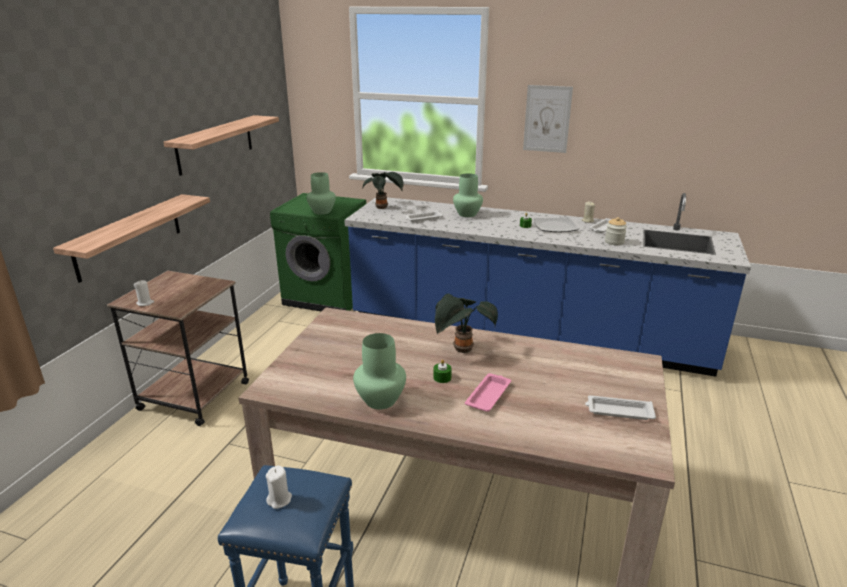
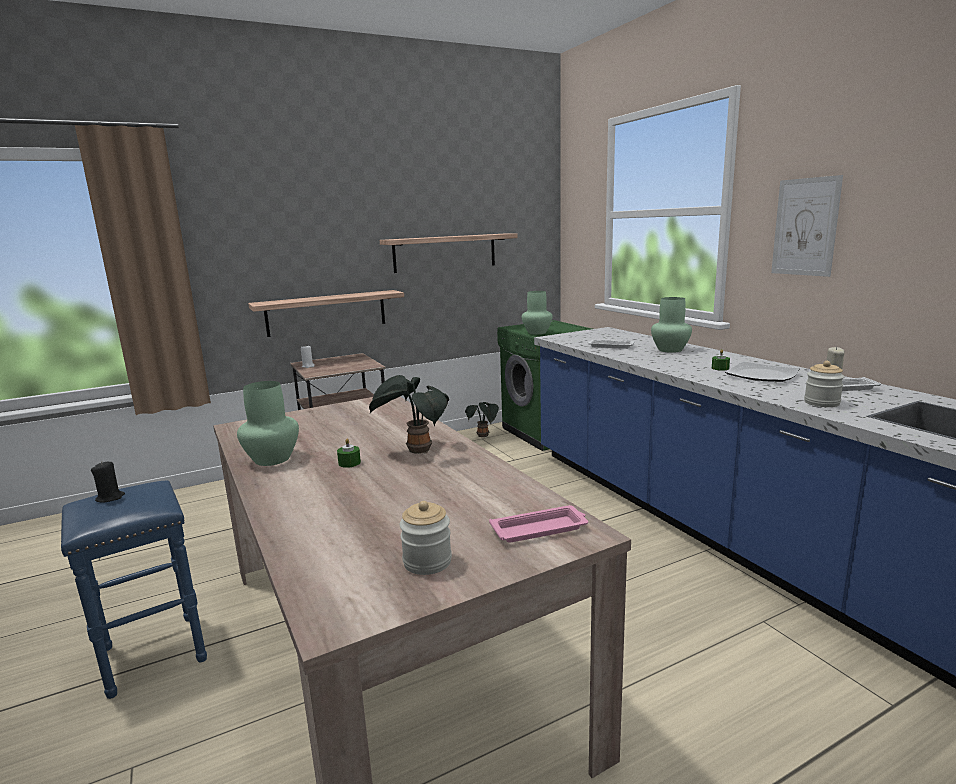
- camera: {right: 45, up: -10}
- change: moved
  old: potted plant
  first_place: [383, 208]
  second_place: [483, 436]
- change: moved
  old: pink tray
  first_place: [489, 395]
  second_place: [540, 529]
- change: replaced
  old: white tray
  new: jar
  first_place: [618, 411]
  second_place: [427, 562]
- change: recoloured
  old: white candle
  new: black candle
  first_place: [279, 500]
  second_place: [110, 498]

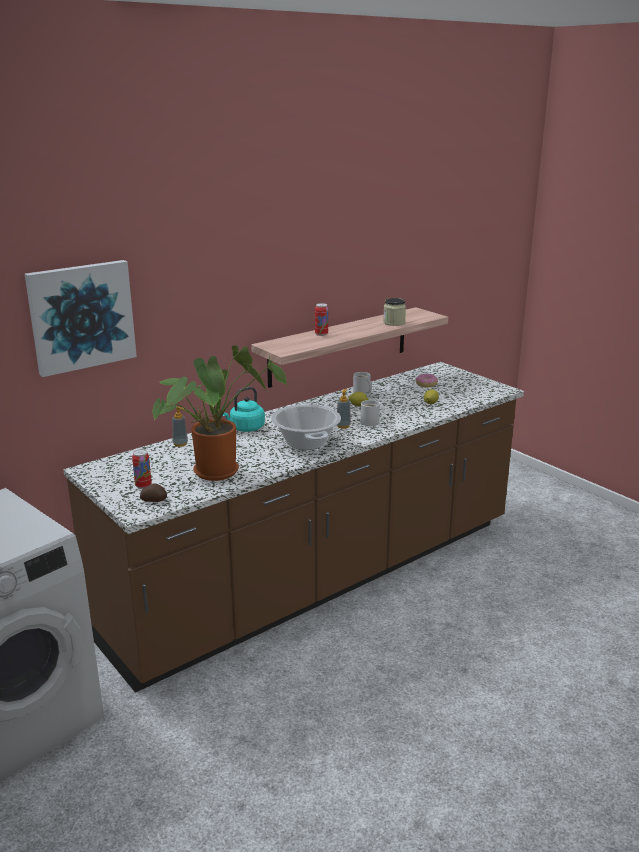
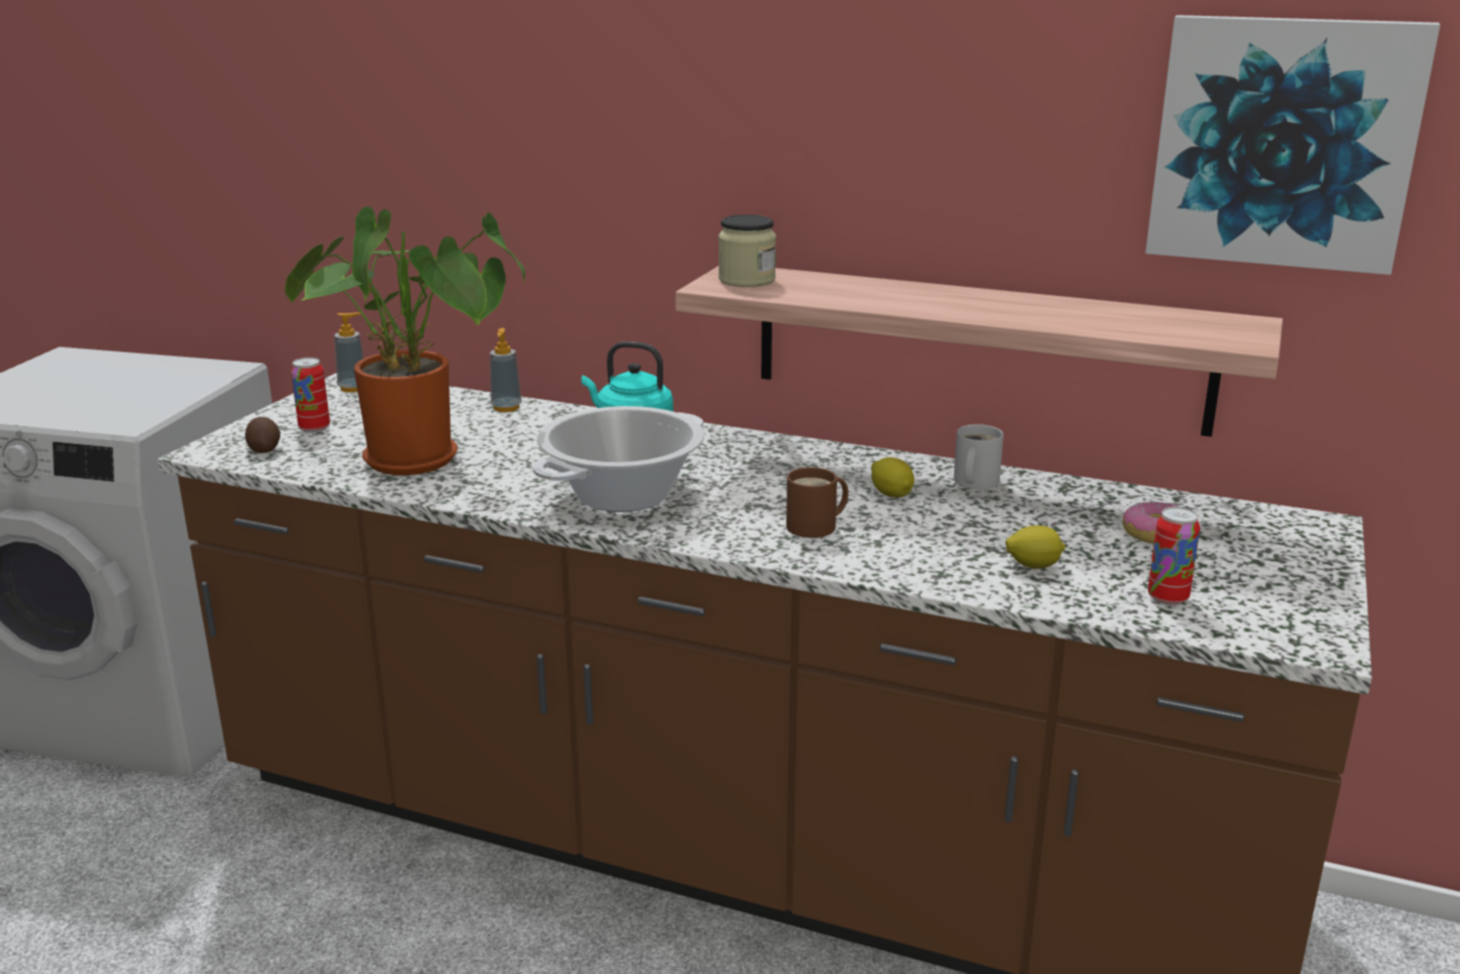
- camera: {right: 60, up: 0}
- change: moved
  old: picture
  first_place: [81, 316]
  second_place: [1283, 143]
- change: moved
  old: jar
  first_place: [394, 323]
  second_place: [747, 280]
- change: moved
  old: can
  first_place: [321, 334]
  second_place: [1167, 598]
- change: moved
  old: soap dispenser
  first_place: [343, 426]
  second_place: [353, 388]
- change: recoloured
  old: white mug
  new: brown mug
  first_place: [370, 421]
  second_place: [816, 527]

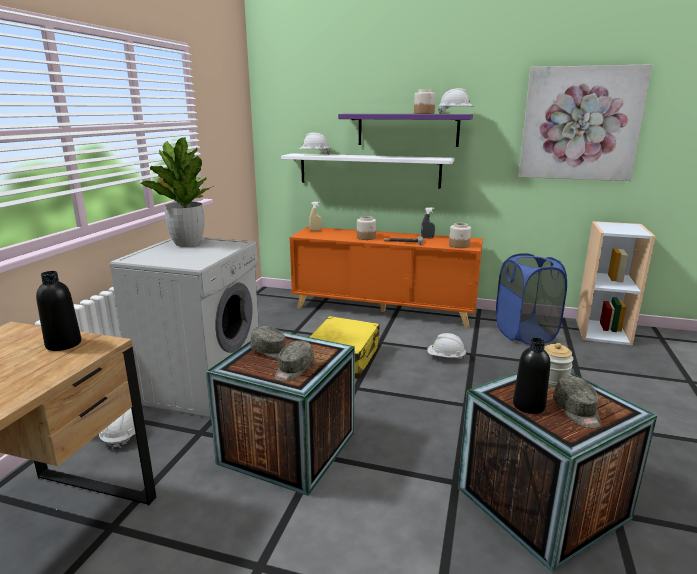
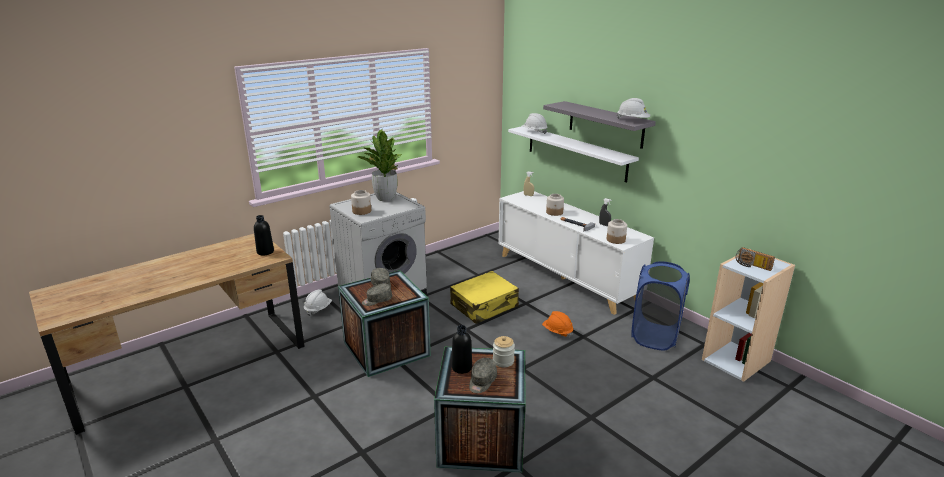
- camera: {right: 35, up: 5}
- change: removed
  old: picture
  first_place: [580, 124]
- change: moved
  old: jar
  first_place: [424, 113]
  second_place: [362, 211]
- change: recoloured
  old: purple shelf
  new: grey shelf
  first_place: [407, 130]
  second_place: [605, 124]
- change: recoloured
  old: orange cabinet
  new: white cabinet
  first_place: [384, 309]
  second_place: [566, 277]
- change: recoloured
  old: white hard hat
  new: orange hard hat
  first_place: [445, 358]
  second_place: [557, 331]
- change: added
  new: radio
  second_place: [752, 266]

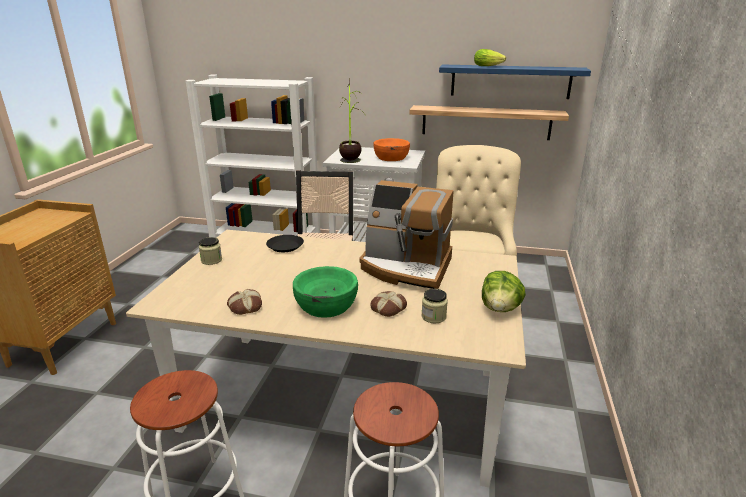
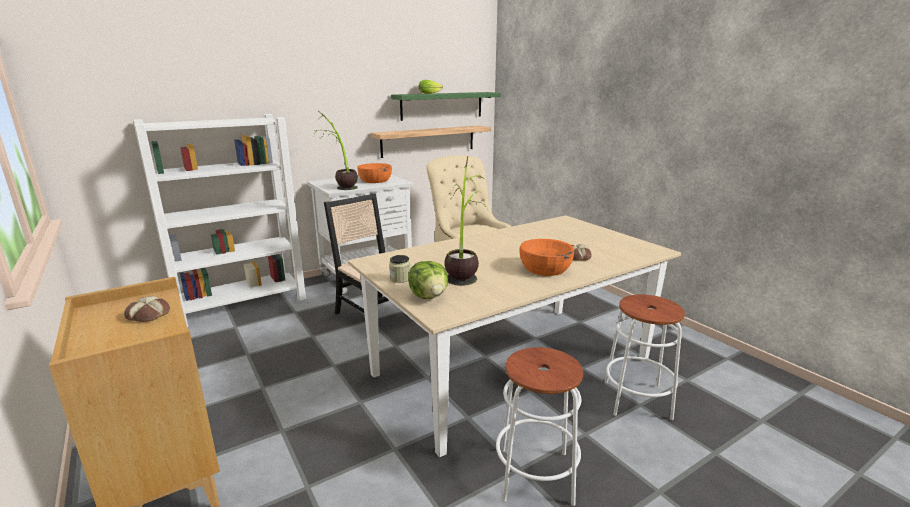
- camera: {right: -45, up: -5}
- change: recoloured
  old: blue shelf
  new: green shelf
  first_place: [510, 81]
  second_place: [442, 105]
- change: removed
  old: coffee machine
  first_place: [406, 268]
- change: removed
  old: black plate
  first_place: [285, 246]
- change: recoloured
  old: green bowl
  new: orange bowl
  first_place: [326, 305]
  second_place: [545, 268]
- change: moved
  old: lettuce
  first_place: [500, 309]
  second_place: [429, 296]
- change: moved
  old: bread
  first_place: [245, 306]
  second_place: [147, 315]
- change: removed
  old: jar
  first_place: [433, 317]
- change: added
  new: potted plant
  second_place: [464, 271]

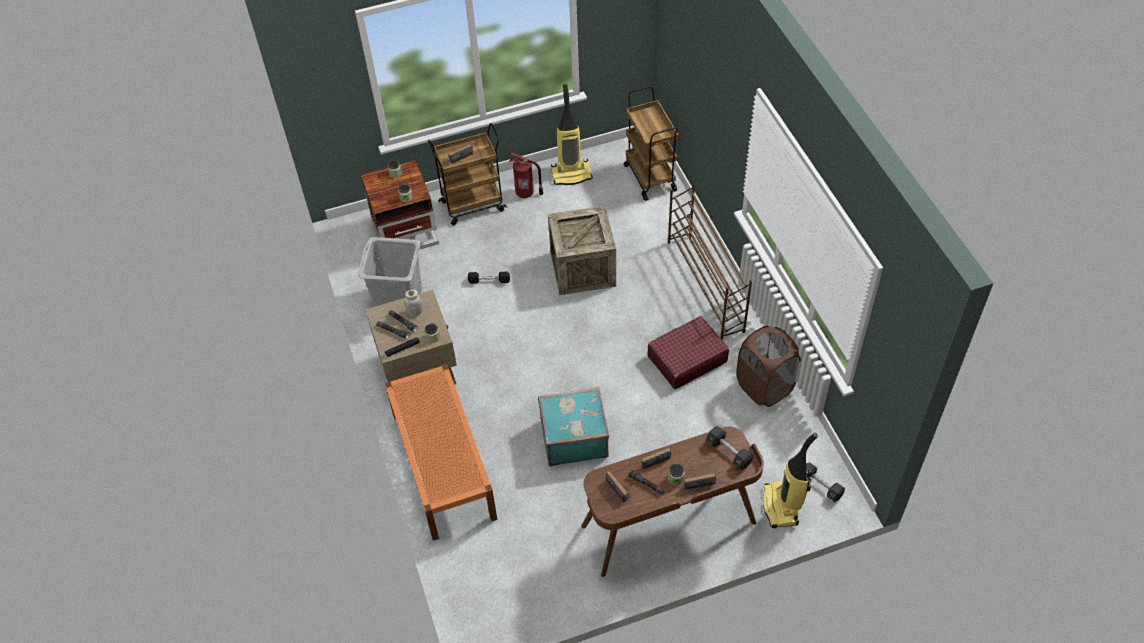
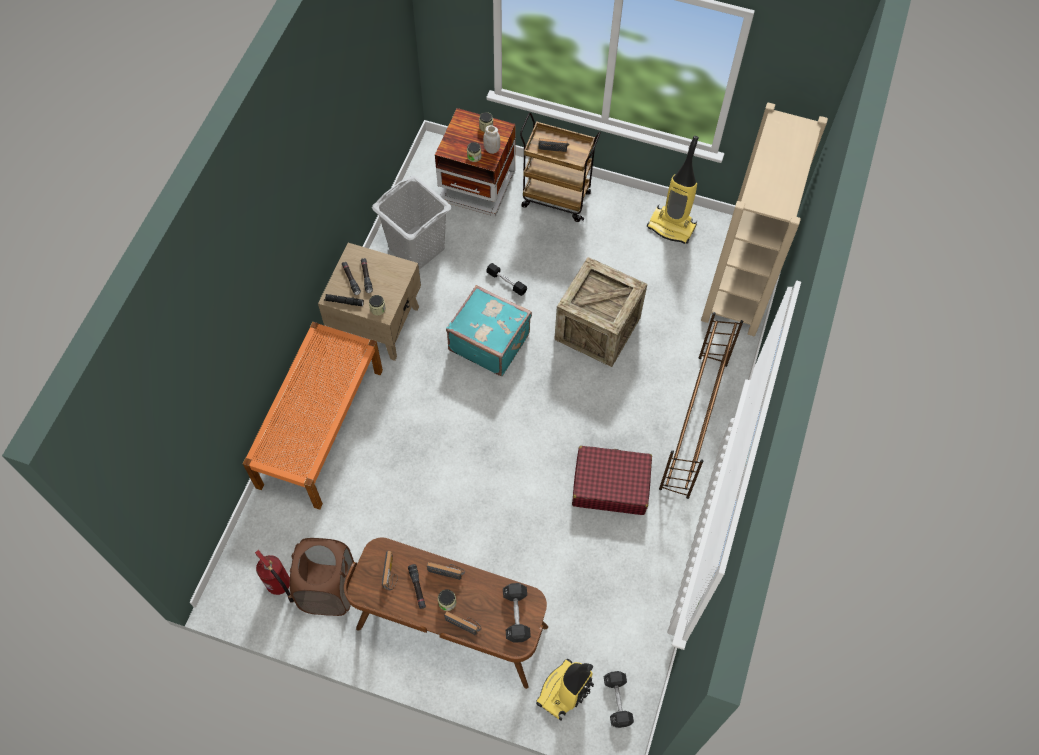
- camera: {right: 35, up: 10}
- change: replaced
  old: brown cart
  new: beige bookcase
  first_place: [650, 178]
  second_place: [742, 280]
- change: moved
  old: fire extinguisher
  first_place: [526, 193]
  second_place: [279, 585]
- change: moved
  old: white jar
  first_place: [415, 312]
  second_place: [492, 149]
- change: moved
  old: brown laundry basket
  first_place: [764, 386]
  second_place: [329, 590]
- change: moved
  old: turquoise suitcase
  first_place: [573, 438]
  second_place: [489, 341]

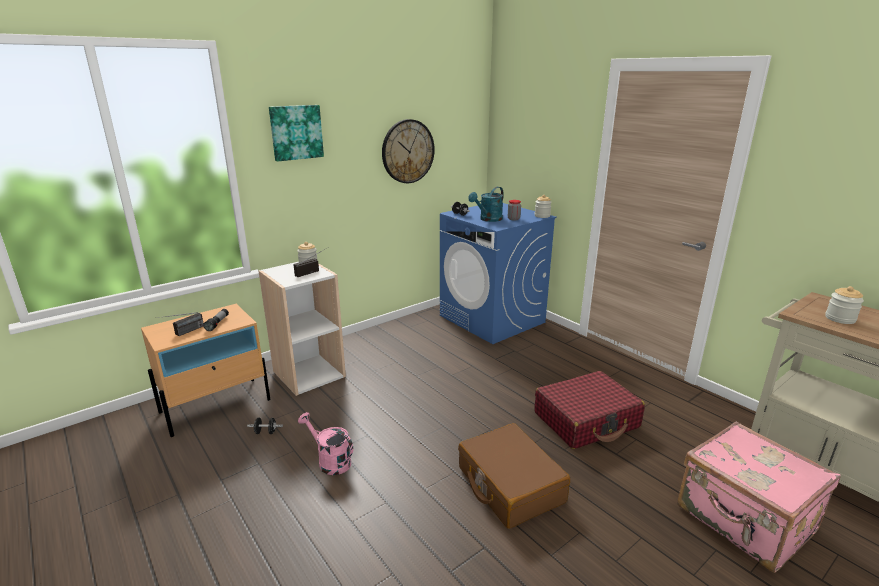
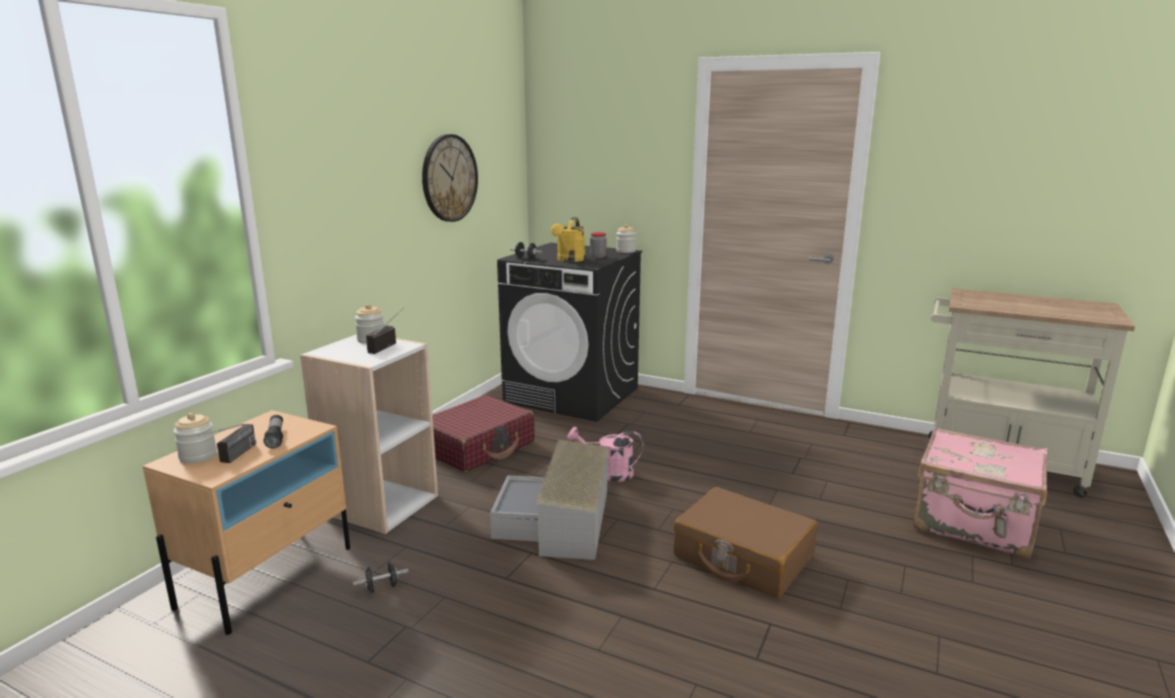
- camera: {right: -25, up: -5}
- change: removed
  old: picture
  first_place: [296, 132]
- change: recoloured
  old: turquoise watering can
  new: yellow watering can
  first_place: [488, 219]
  second_place: [569, 260]
- change: recoloured
  old: blue washing machine
  new: black washing machine
  first_place: [492, 319]
  second_place: [572, 395]
- change: moved
  old: jar
  first_place: [840, 319]
  second_place: [198, 456]
- change: moved
  old: red suitcase
  first_place: [586, 420]
  second_place: [477, 447]
- change: moved
  old: pink watering can
  first_place: [330, 461]
  second_place: [608, 473]
- change: added
  new: grey storage box
  second_place: [559, 521]

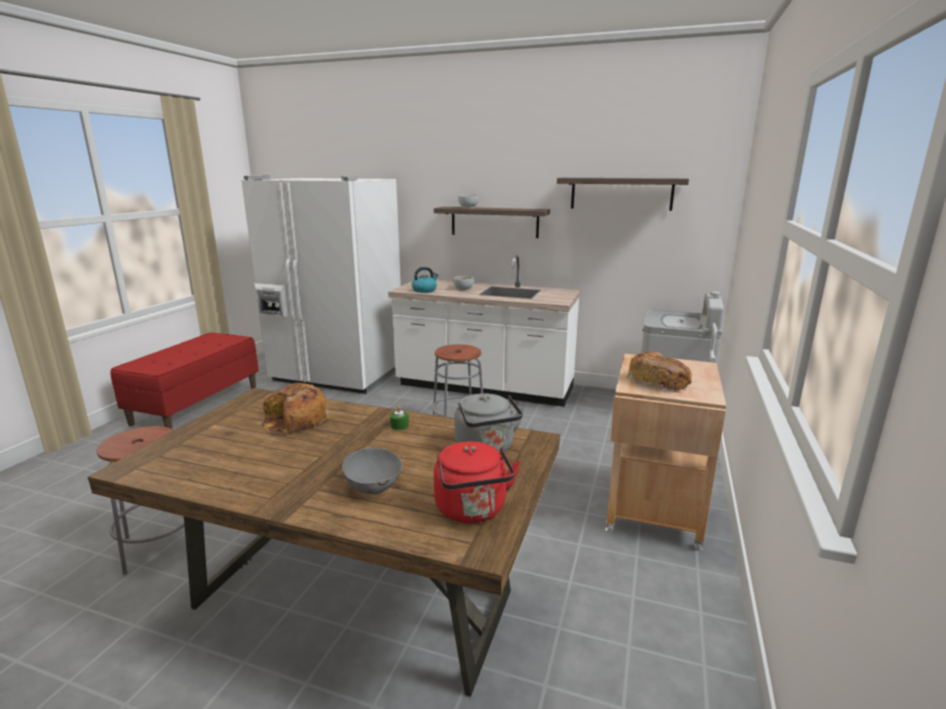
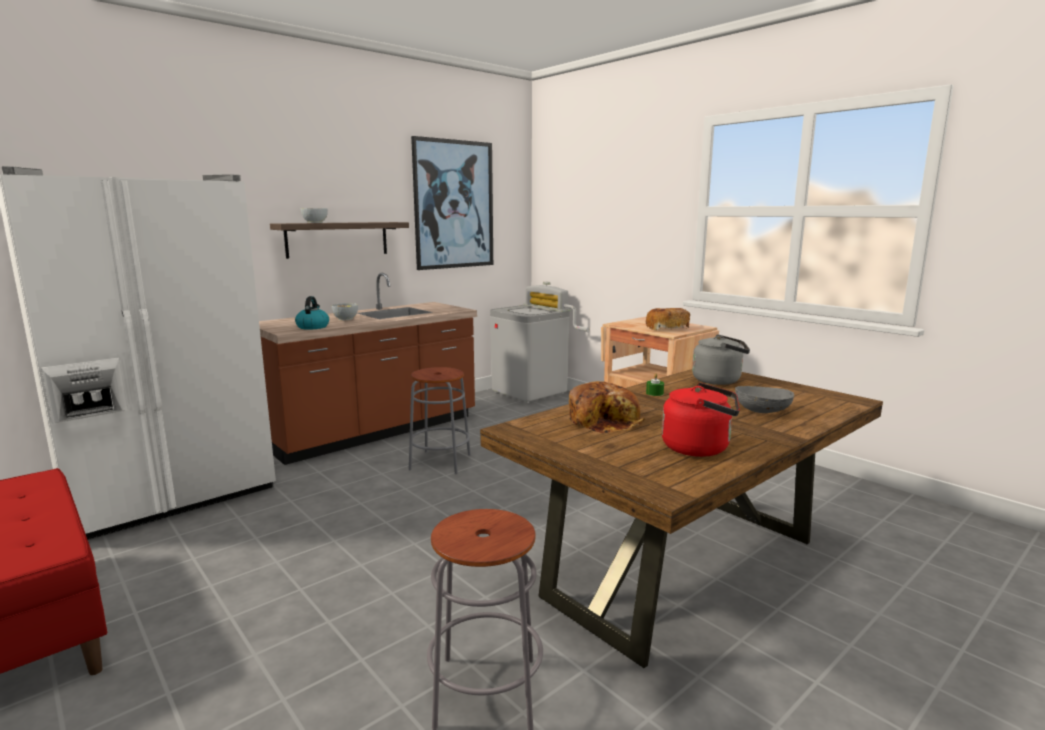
- camera: {right: -60, up: -5}
- change: replaced
  old: shelf
  new: picture
  first_place: [621, 193]
  second_place: [454, 205]
- change: recoloured
  old: white counter
  new: brown counter
  first_place: [484, 388]
  second_place: [375, 432]
- change: moved
  old: red kettle
  first_place: [472, 511]
  second_place: [699, 448]

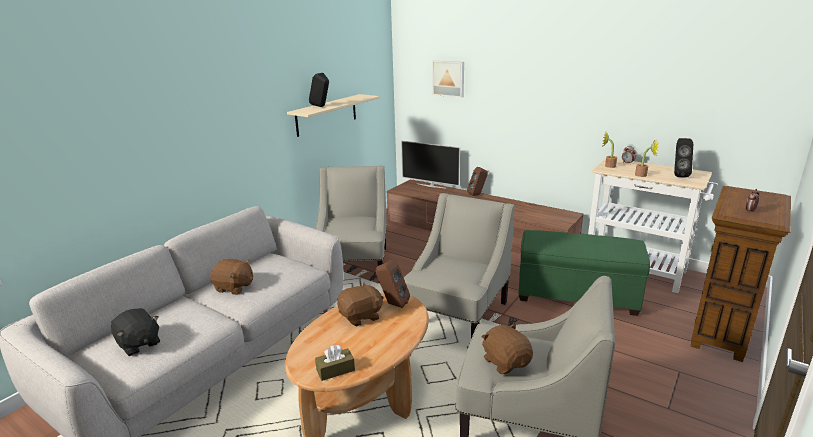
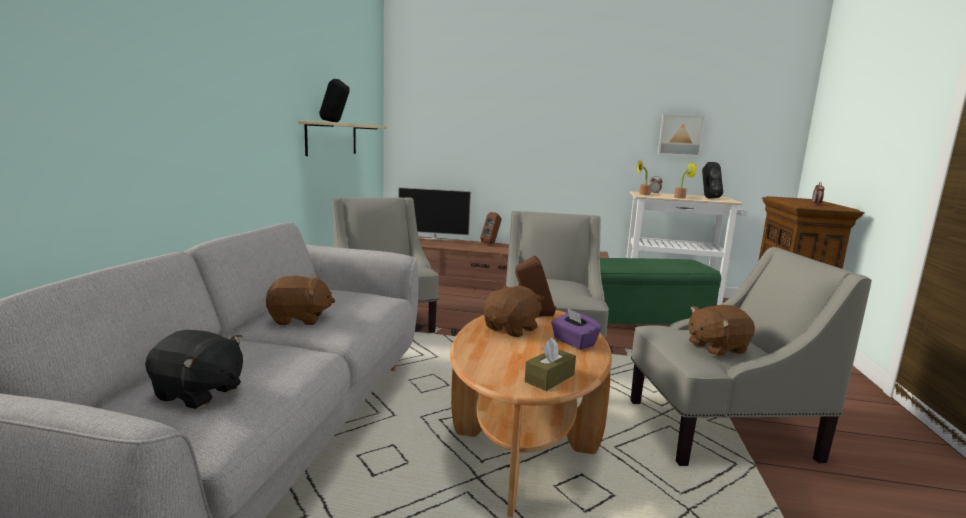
- camera: {right: -25, up: -10}
- change: moved
  old: picture
  first_place: [448, 78]
  second_place: [680, 135]
- change: turned
  old: brown plush toy
  first_place: [506, 362]
  second_place: [716, 348]
  degrees: -60
- change: added
  new: purple tissue box
  second_place: [573, 342]

